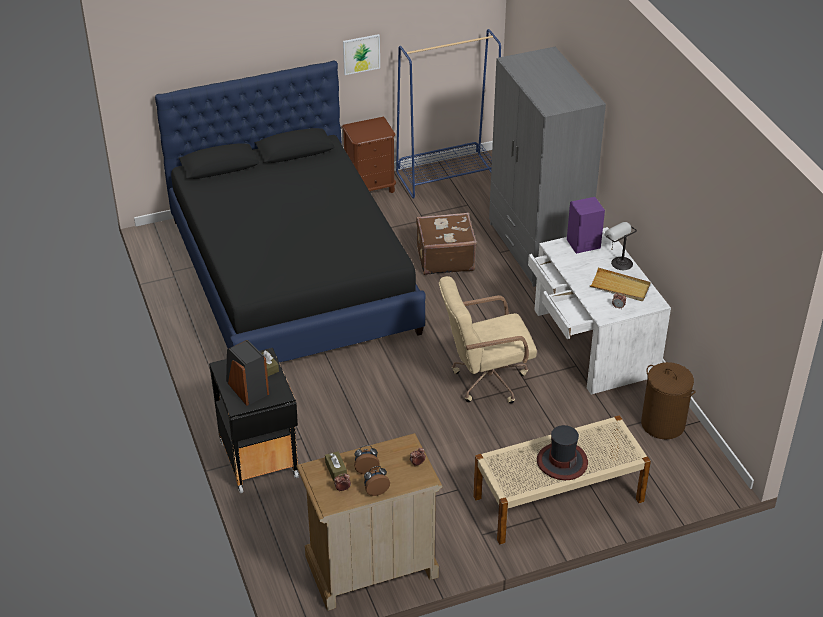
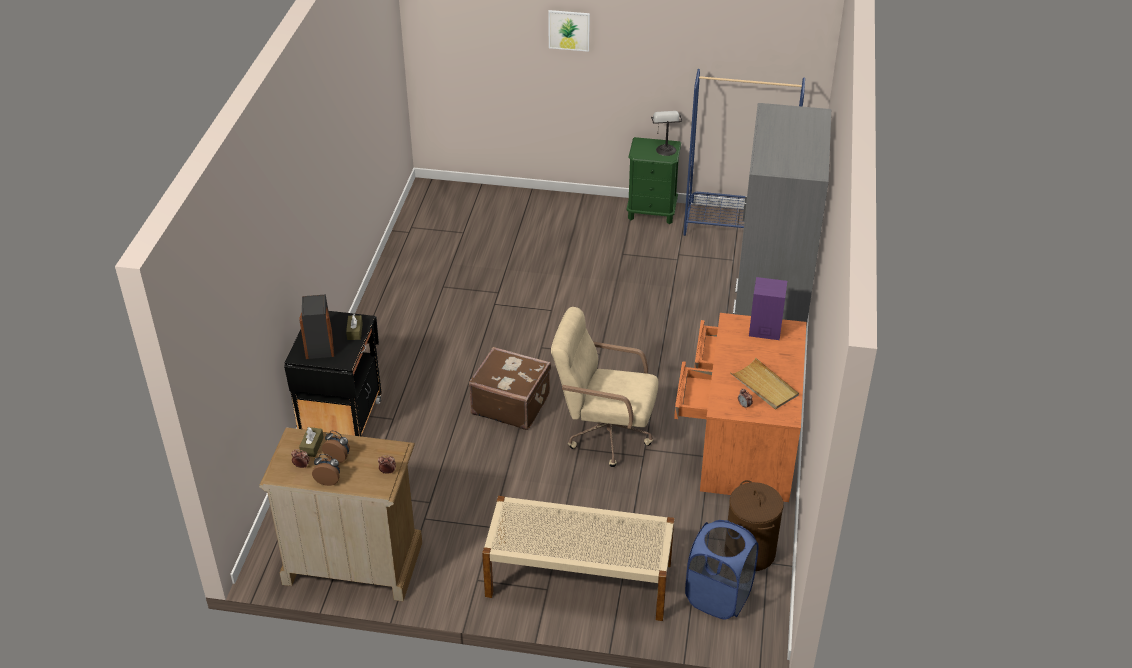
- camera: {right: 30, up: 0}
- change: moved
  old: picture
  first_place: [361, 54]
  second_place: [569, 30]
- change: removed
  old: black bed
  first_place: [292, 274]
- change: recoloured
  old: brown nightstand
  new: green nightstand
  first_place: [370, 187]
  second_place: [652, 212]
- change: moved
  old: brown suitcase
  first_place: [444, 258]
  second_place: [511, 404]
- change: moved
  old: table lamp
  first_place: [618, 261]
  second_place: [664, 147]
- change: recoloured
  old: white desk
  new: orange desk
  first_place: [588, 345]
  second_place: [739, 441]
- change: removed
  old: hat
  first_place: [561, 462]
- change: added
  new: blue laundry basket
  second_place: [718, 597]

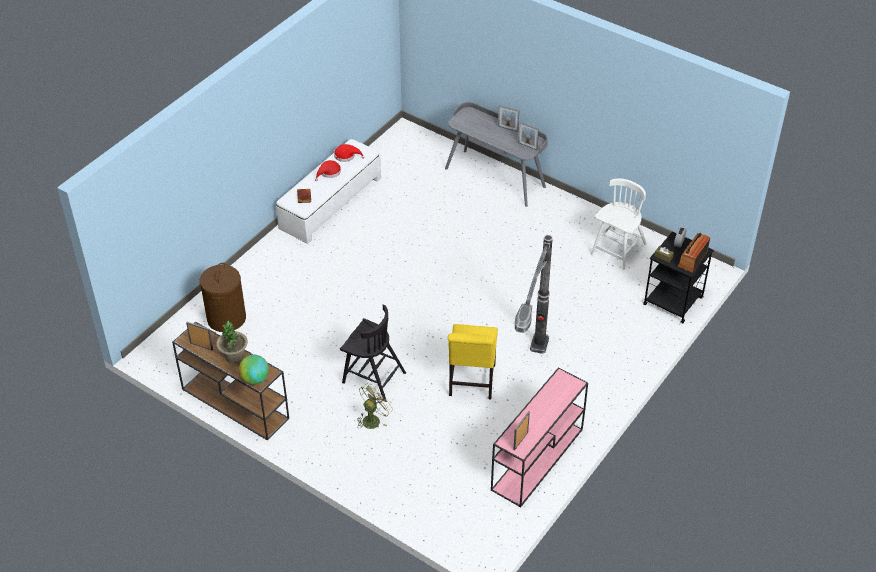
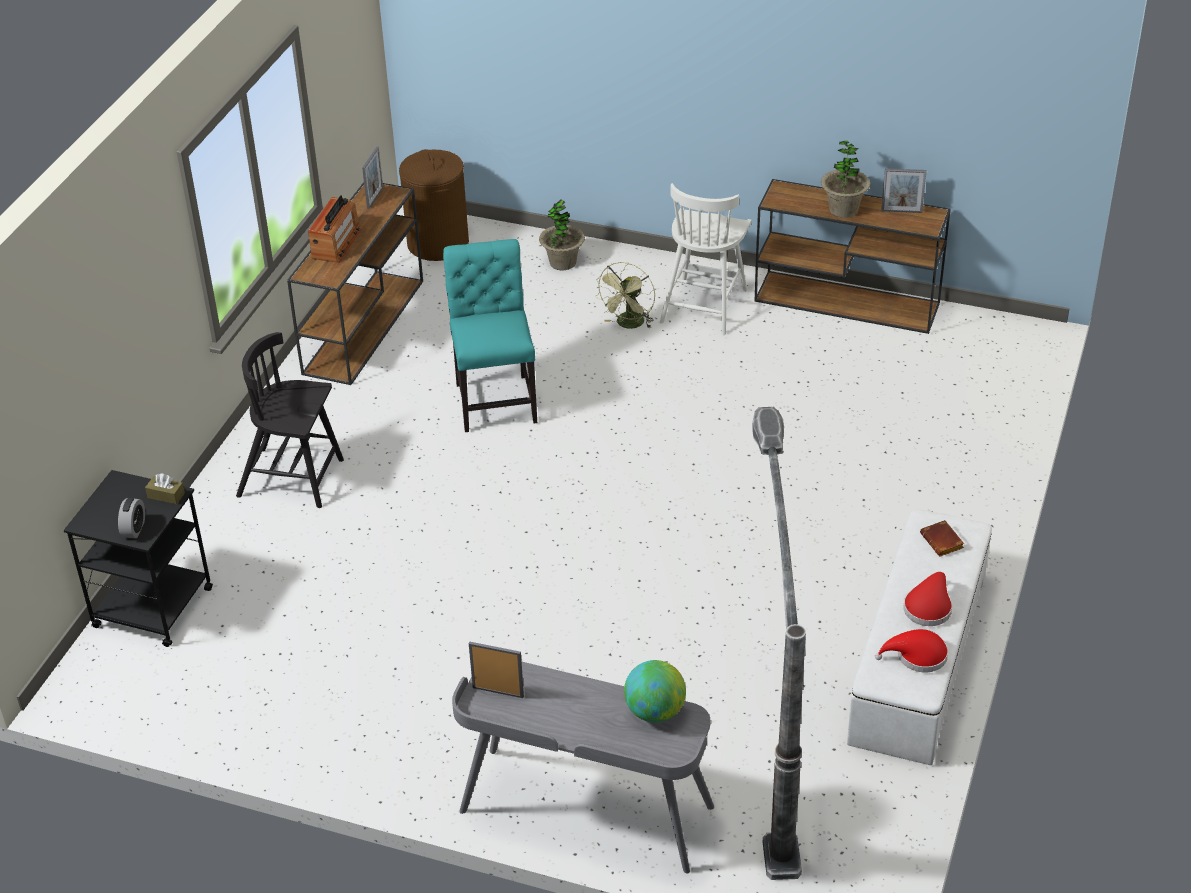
- camera: {right: 165, up: -5}
- change: removed
  old: picture frame
  first_place: [508, 128]
- change: moved
  old: white chair
  first_place: [618, 250]
  second_place: [704, 304]
- change: moved
  old: radio
  first_place: [692, 259]
  second_place: [336, 244]
- change: moved
  old: floor lamp
  first_place: [528, 387]
  second_place: [768, 759]
- change: moved
  old: brown laundry basket
  first_place: [226, 318]
  second_place: [438, 243]
- change: moved
  old: black chair
  first_place: [372, 377]
  second_place: [293, 478]
- change: recoloured
  old: yellow chair
  new: turquoise chair
  first_place: [471, 383]
  second_place: [496, 399]
- change: moved
  old: globe
  first_place: [255, 379]
  second_place: [655, 711]
- change: recoloured
  old: pink console table
  new: brown console table
  first_place: [537, 460]
  second_place: [364, 325]
- change: added
  new: potted plant
  second_place: [562, 262]

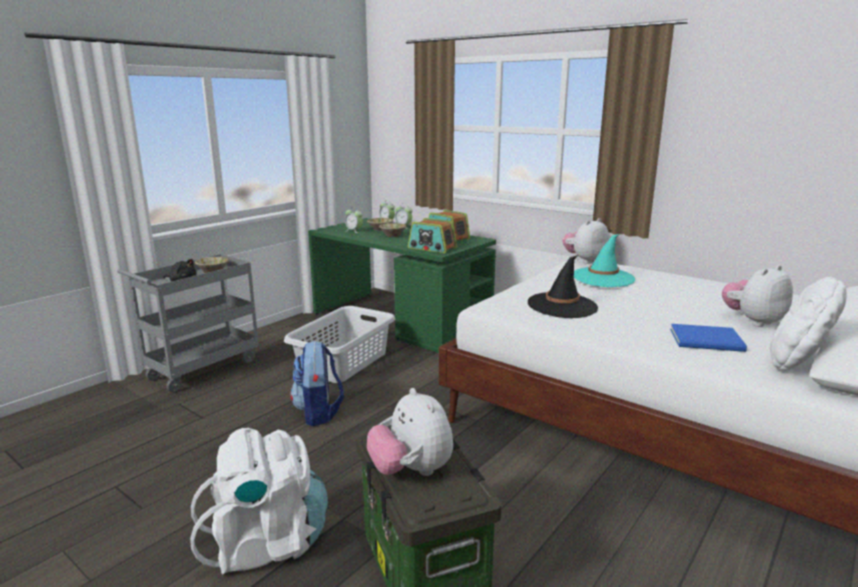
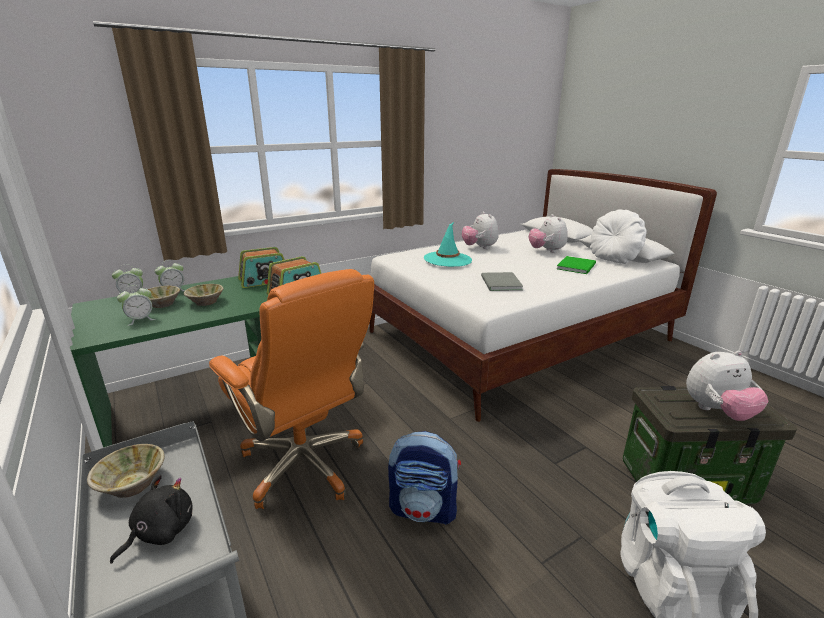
- camera: {right: -70, up: 5}
- change: moved
  old: plush toy
  first_place: [585, 260]
  second_place: [479, 248]
- change: replaced
  old: black hat
  new: grey book
  first_place: [562, 306]
  second_place: [500, 283]
- change: replaced
  old: grey laundry basket
  new: orange office chair
  first_place: [343, 362]
  second_place: [304, 468]
- change: recoloured
  old: blue book
  new: green book
  first_place: [708, 341]
  second_place: [577, 266]

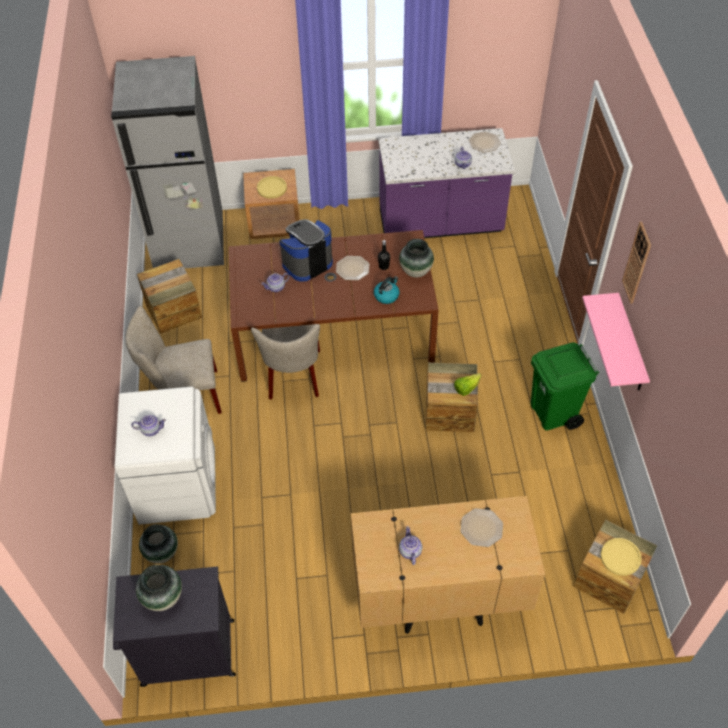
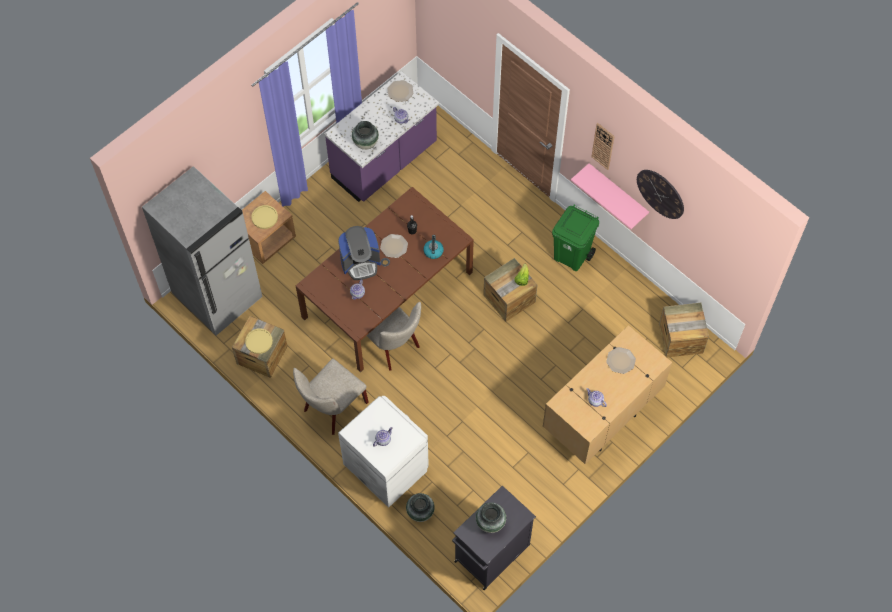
- camera: {right: -40, up: 10}
- change: turned
  old: coffee machine
  first_place: [307, 263]
  second_place: [360, 262]
  degrees: -120
- change: moved
  old: vase
  first_place: [415, 271]
  second_place: [365, 143]
- change: moved
  old: yellow plate
  first_place: [620, 557]
  second_place: [259, 341]
- change: added
  new: wall clock
  second_place: [660, 193]

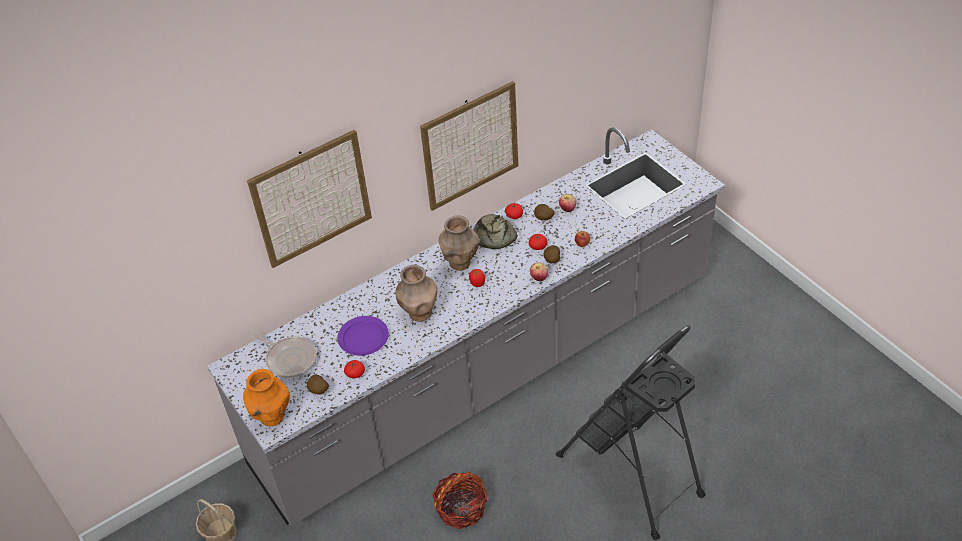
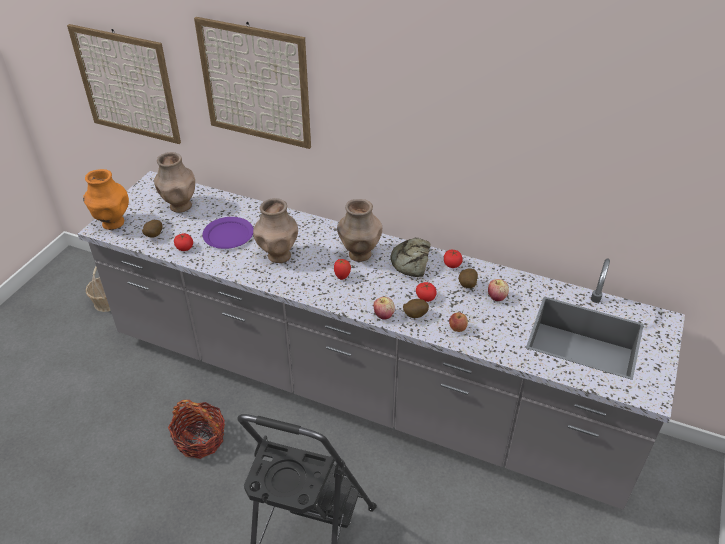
- camera: {right: 55, up: -5}
- change: moved
  old: picture
  first_place: [470, 144]
  second_place: [126, 82]
- change: replaced
  old: frying pan
  new: brown vase
  first_place: [289, 359]
  second_place: [180, 206]

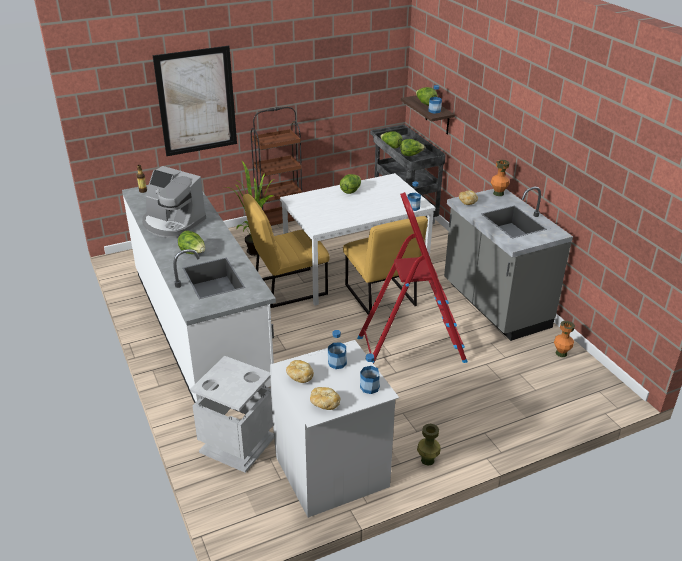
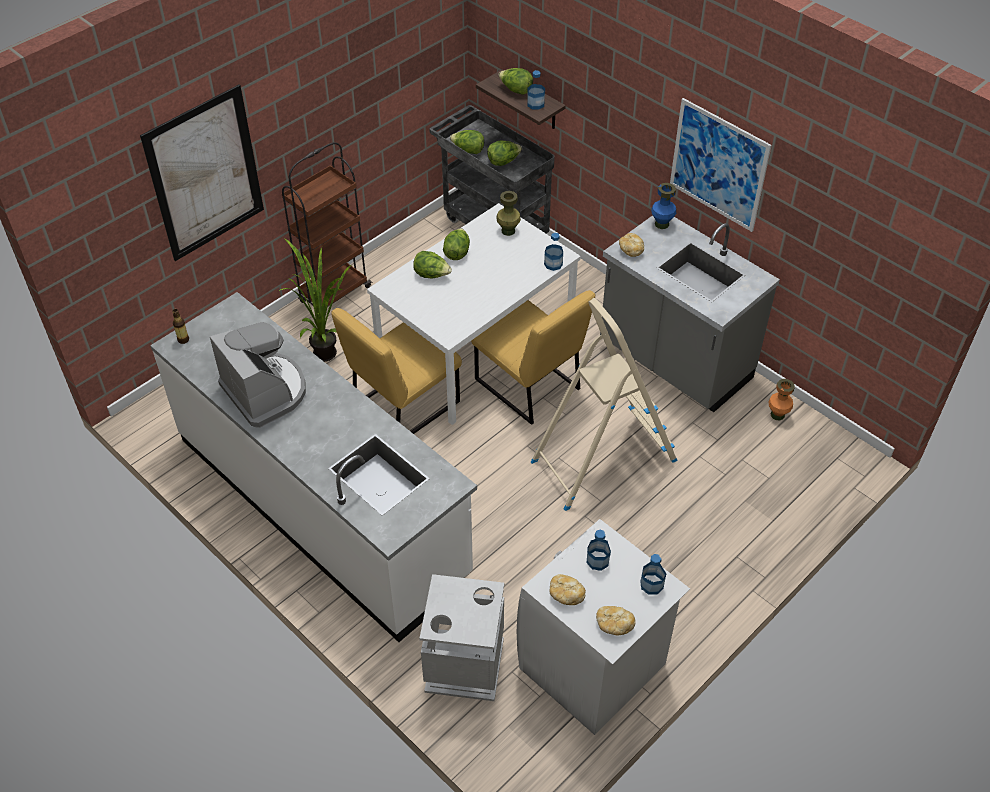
- camera: {right: -20, up: 15}
- change: recoloured
  old: orange vase
  new: blue vase
  first_place: [498, 193]
  second_place: [661, 224]
- change: turned
  old: coffee machine
  first_place: [173, 223]
  second_place: [265, 391]
  degrees: -135
- change: recoloured
  old: red step ladder
  new: beige step ladder
  first_place: [412, 349]
  second_place: [604, 460]
- change: moved
  old: lettuce
  first_place: [193, 253]
  second_place: [431, 275]
- change: moved
  old: green vase
  first_place: [427, 460]
  second_place: [508, 231]
- change: added
  new: picture
  second_place: [718, 165]

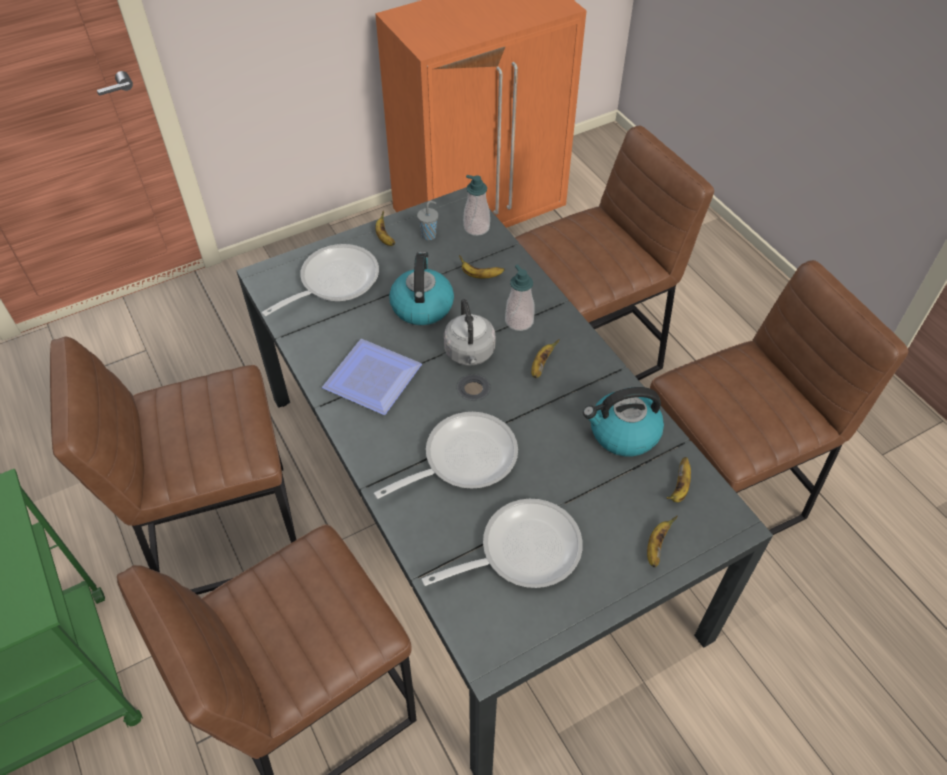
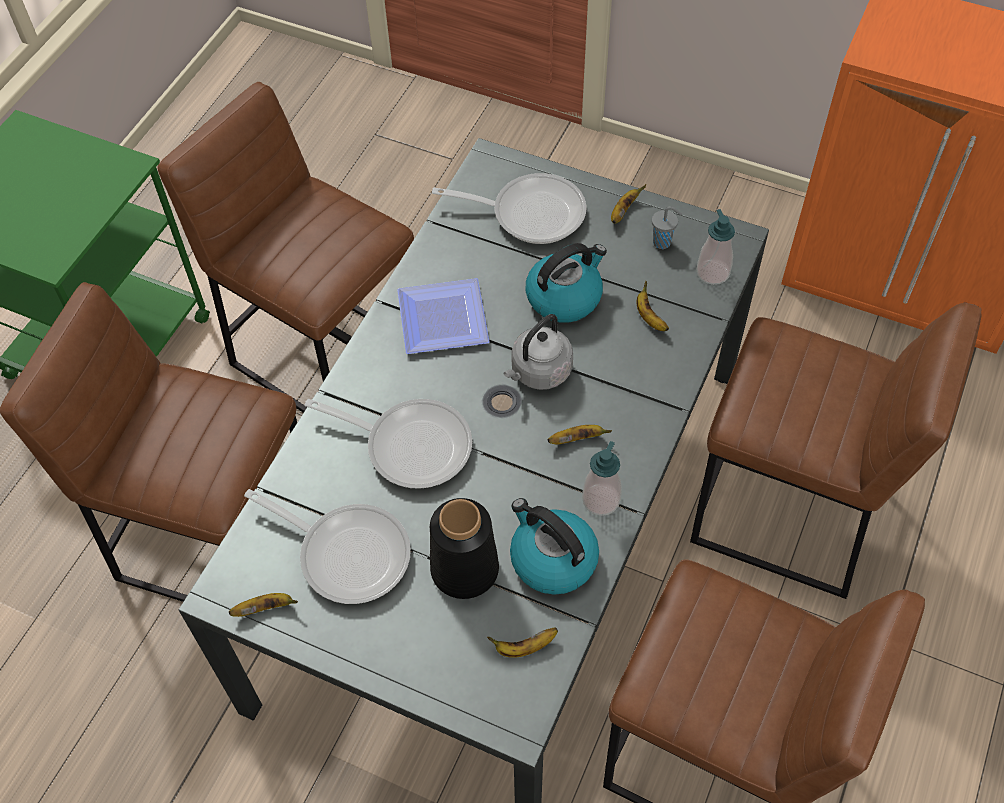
- camera: {right: 55, up: 5}
- change: moved
  old: soap dispenser
  first_place: [519, 321]
  second_place: [601, 500]
- change: moved
  old: banana
  first_place: [656, 546]
  second_place: [265, 608]
- change: added
  new: black vase
  second_place: [464, 570]

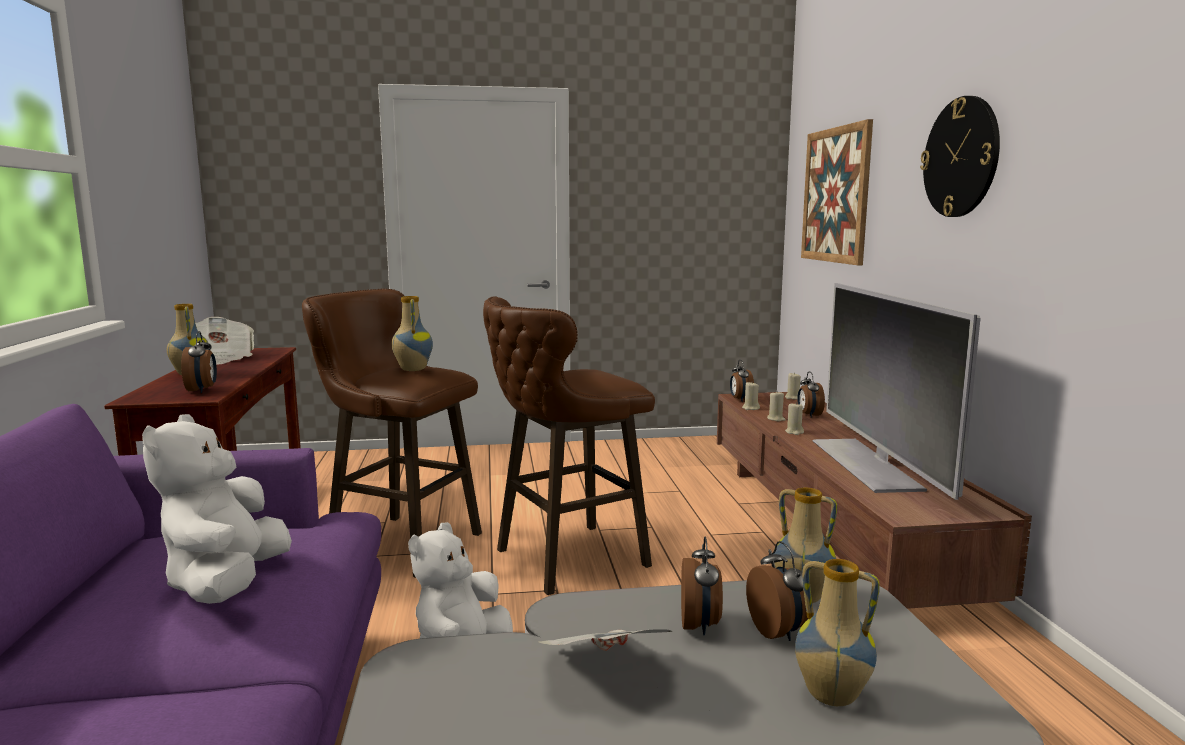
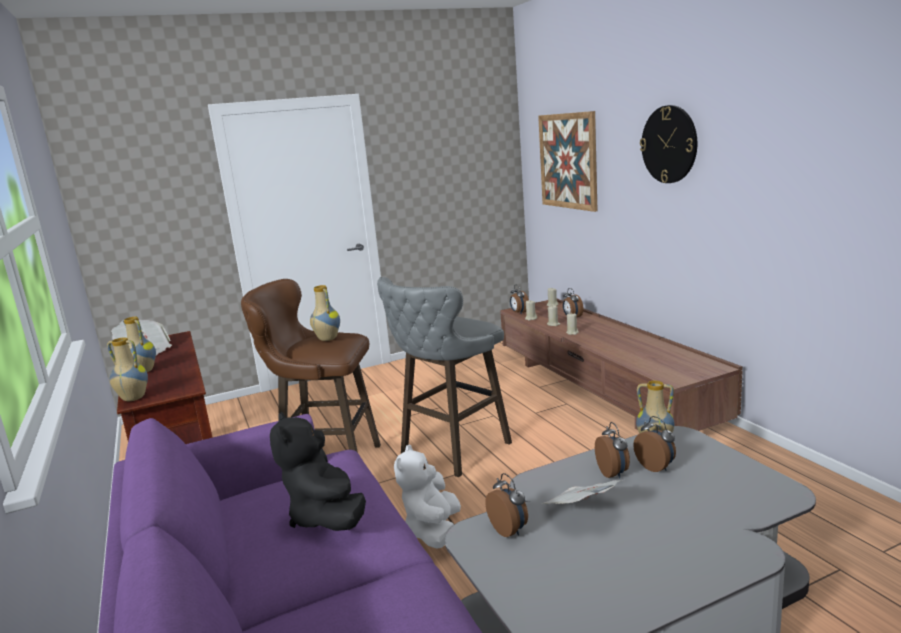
- camera: {right: -15, up: 5}
- change: removed
  old: television
  first_place: [867, 464]
- change: recoloured
  old: brown stool
  new: grey stool
  first_place: [565, 559]
  second_place: [452, 450]
- change: moved
  old: alarm clock
  first_place: [202, 390]
  second_place: [509, 530]
- change: recoloured
  old: white plush toy
  new: black plush toy
  first_place: [227, 584]
  second_place: [326, 516]
- change: moved
  old: vase
  first_place: [830, 697]
  second_place: [133, 399]

